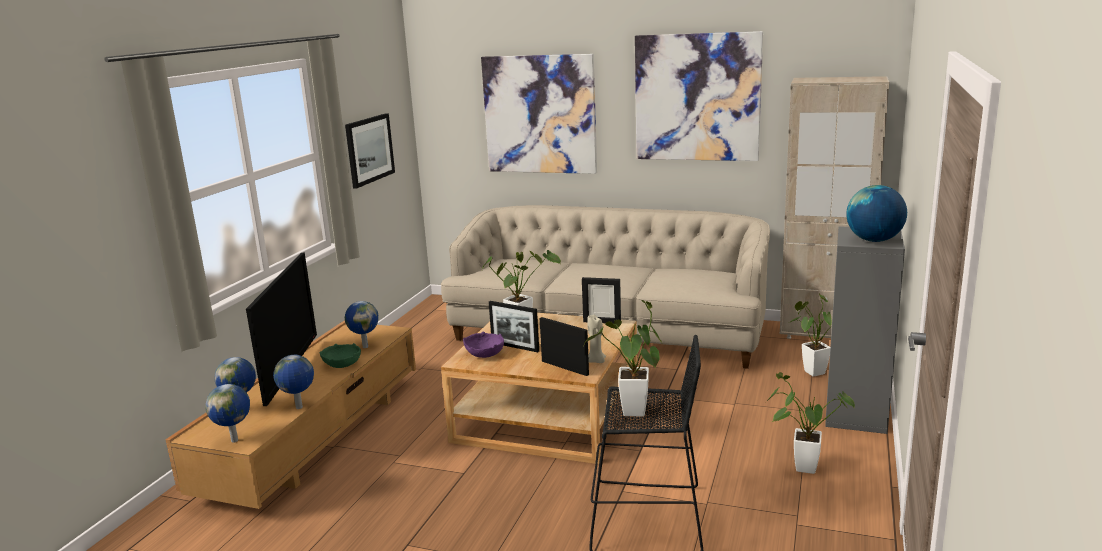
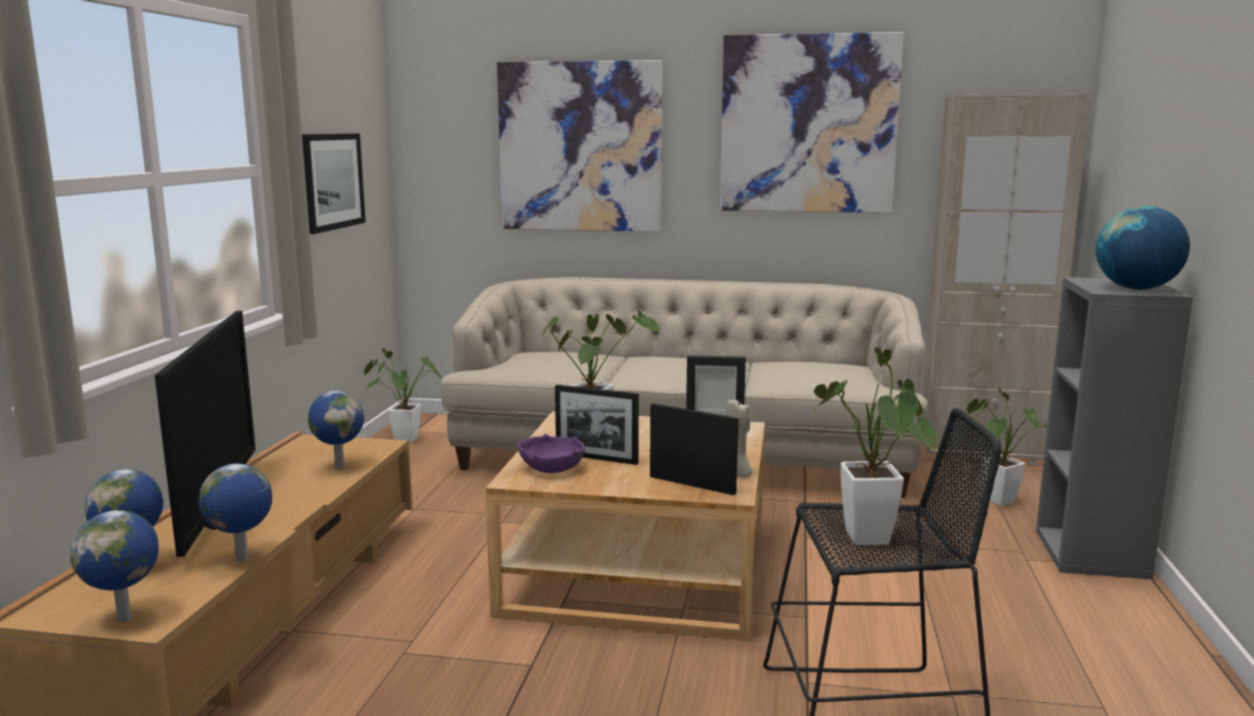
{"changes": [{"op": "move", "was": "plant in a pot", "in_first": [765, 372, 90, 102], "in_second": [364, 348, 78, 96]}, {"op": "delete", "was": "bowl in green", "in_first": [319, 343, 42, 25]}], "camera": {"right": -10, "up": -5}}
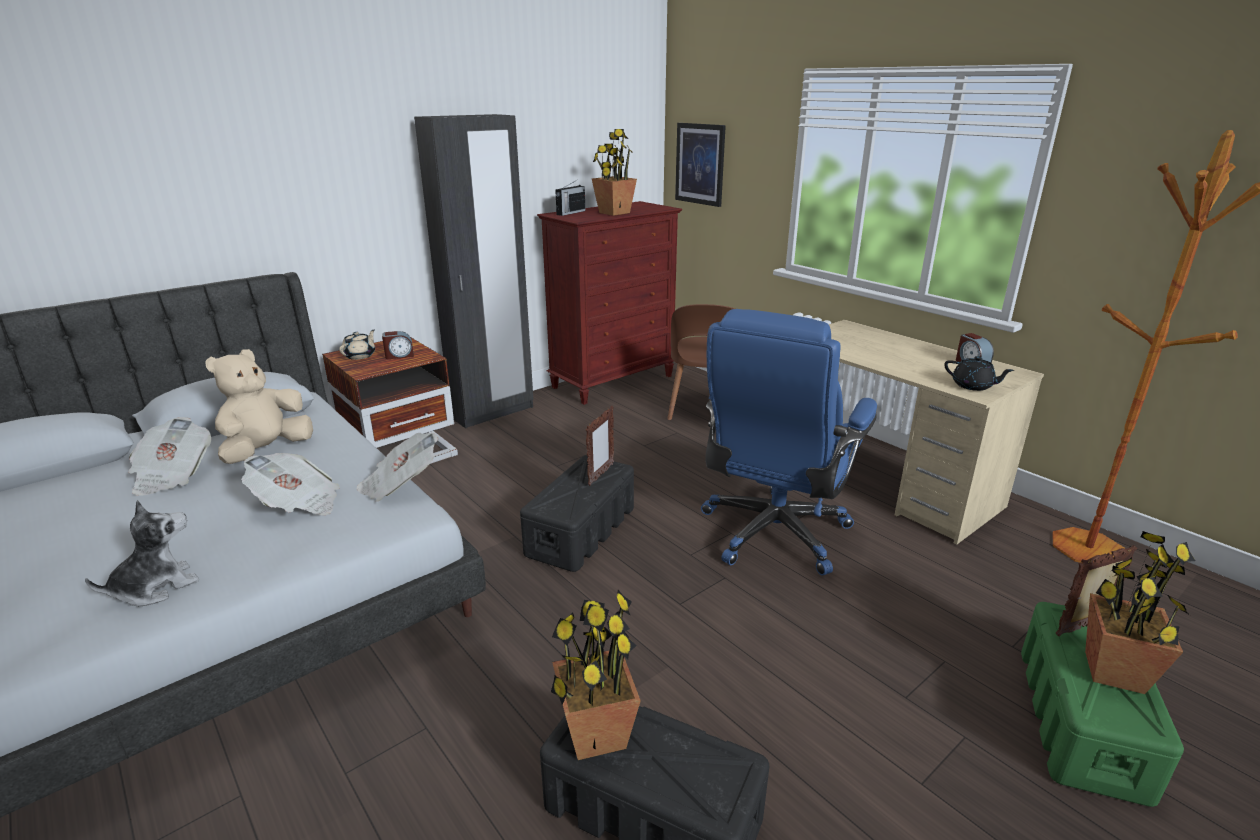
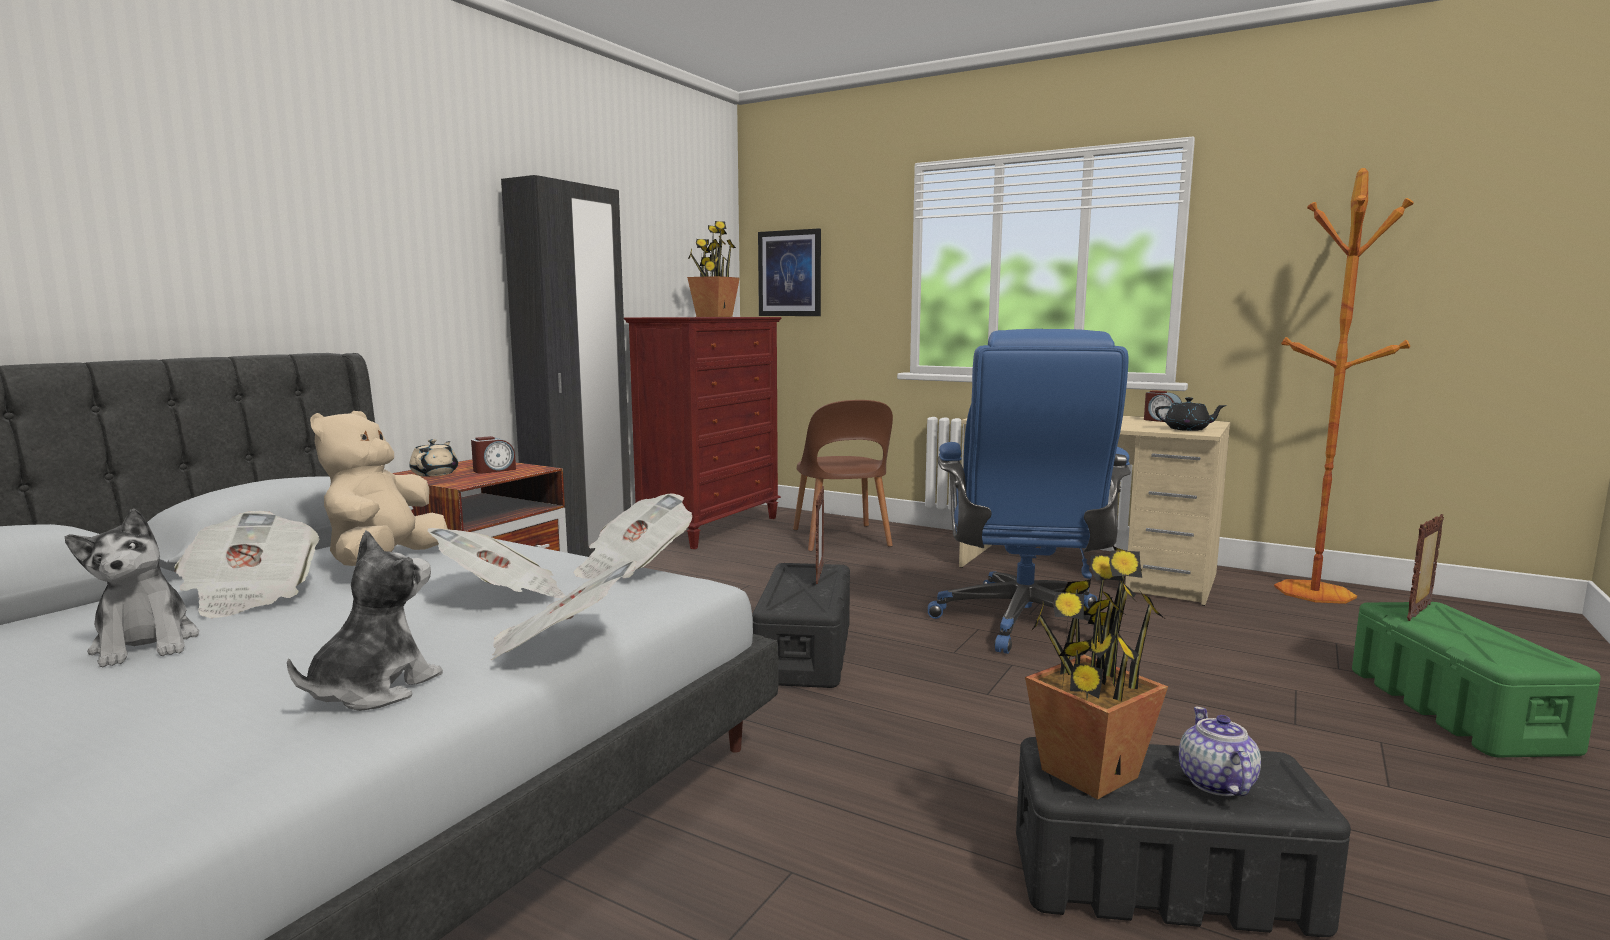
{"changes": [{"op": "insert", "now": "cuddly toy", "in_second": [65, 509, 134, 158]}, {"op": "insert", "now": "daily paper", "in_second": [491, 560, 145, 100]}, {"op": "insert", "now": "tea pot", "in_second": [1179, 707, 82, 89]}, {"op": "delete", "was": "radio", "in_first": [555, 180, 30, 36]}, {"op": "delete", "was": "plant in a pot", "in_first": [1085, 531, 110, 163]}], "camera": {"right": -20, "up": -15}}
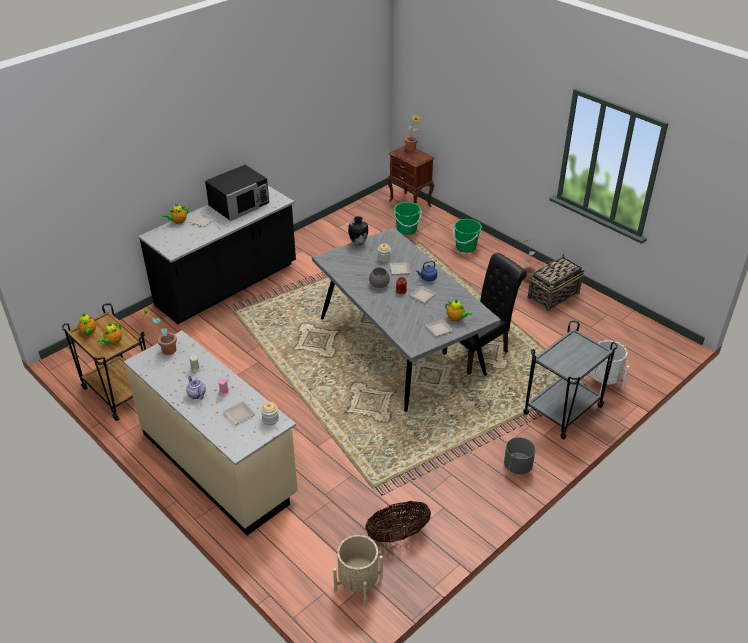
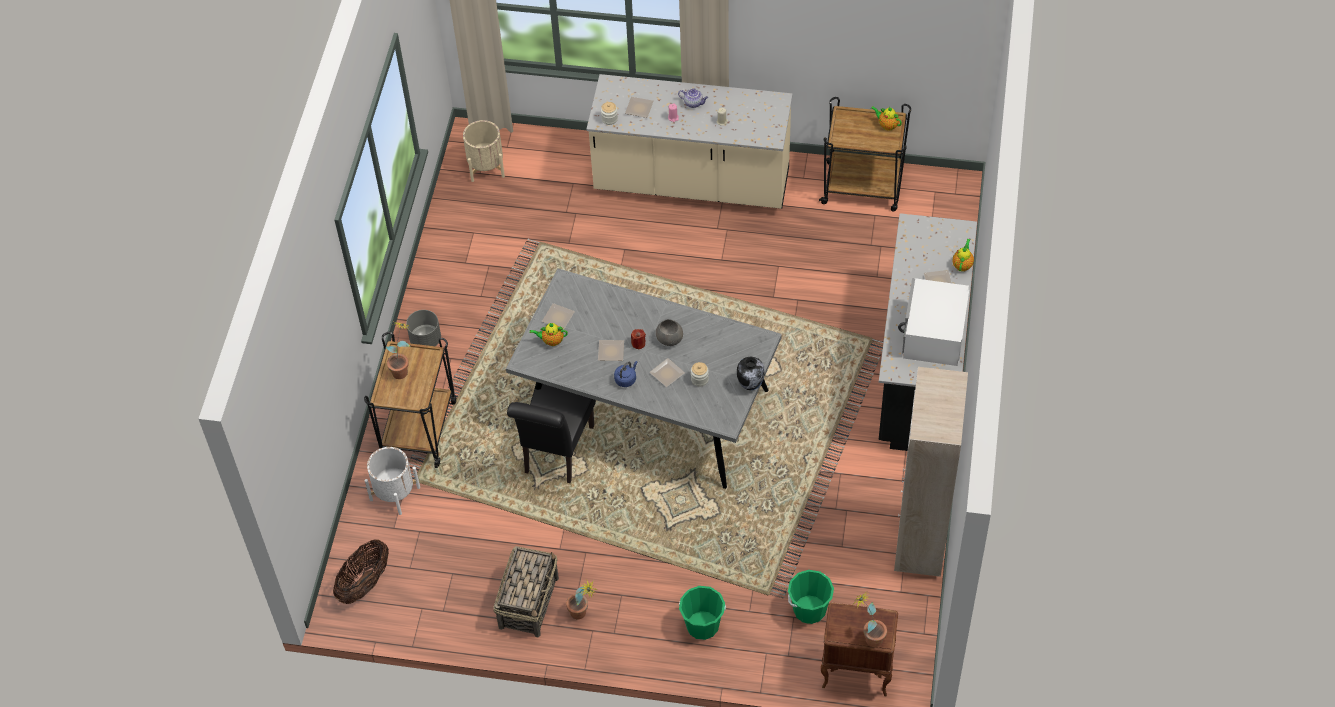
{"changes": [{"op": "move", "was": "household basket", "in_first": [365, 501, 66, 42], "in_second": [333, 539, 56, 65]}, {"op": "recolor", "was": "wheeled cart in gray", "now": "wheeled cart in brown-coloured", "in_first": [523, 320, 95, 120], "in_second": [364, 332, 92, 136]}, {"op": "move", "was": "plant in a pot", "in_first": [140, 306, 37, 49], "in_second": [386, 322, 25, 57]}, {"op": "insert", "now": "cabinet in beige", "in_second": [894, 367, 74, 210]}, {"op": "recolor", "was": "microwave in black-coloured", "now": "microwave in whitish", "in_first": [205, 165, 64, 56], "in_second": [898, 278, 71, 88]}, {"op": "delete", "was": "tea pot", "in_first": [98, 323, 24, 22]}], "camera": {"right": 145, "up": 15}}
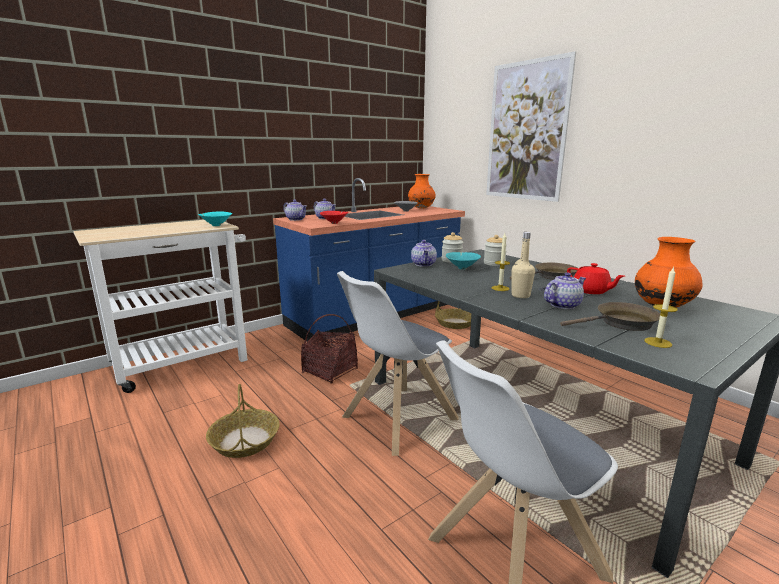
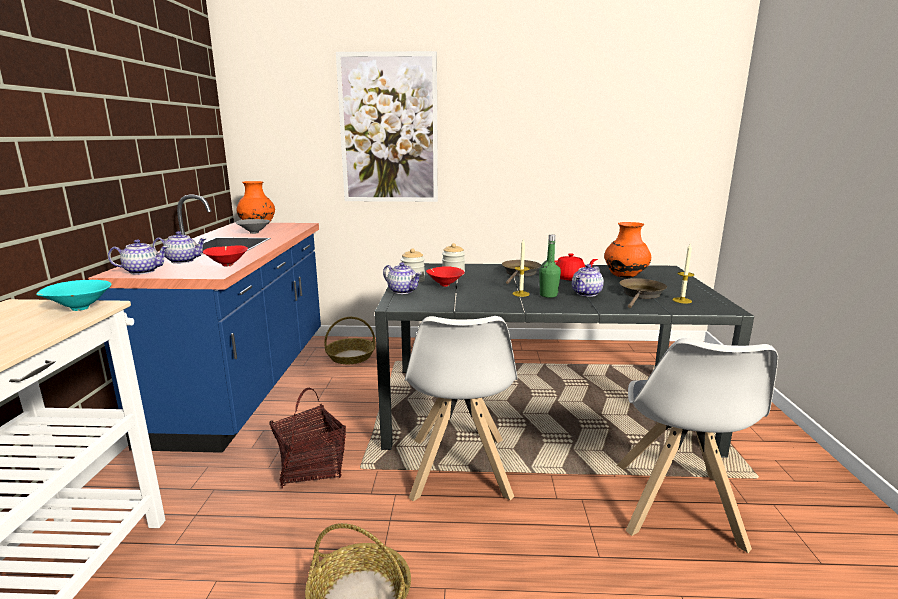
{"changes": [{"op": "recolor", "was": "bowl in turquoise-coloured", "now": "bowl in red", "in_first": [445, 252, 36, 18], "in_second": [426, 266, 39, 21]}, {"op": "recolor", "was": "drink bottle in beige", "now": "drink bottle in green", "in_first": [512, 232, 23, 66], "in_second": [539, 235, 22, 63]}, {"op": "rotate", "was": "tea pot", "in_first": [544, 272, 42, 37], "in_second": [572, 264, 32, 33], "clockwise": -150}], "camera": {"right": -50, "up": 0}}
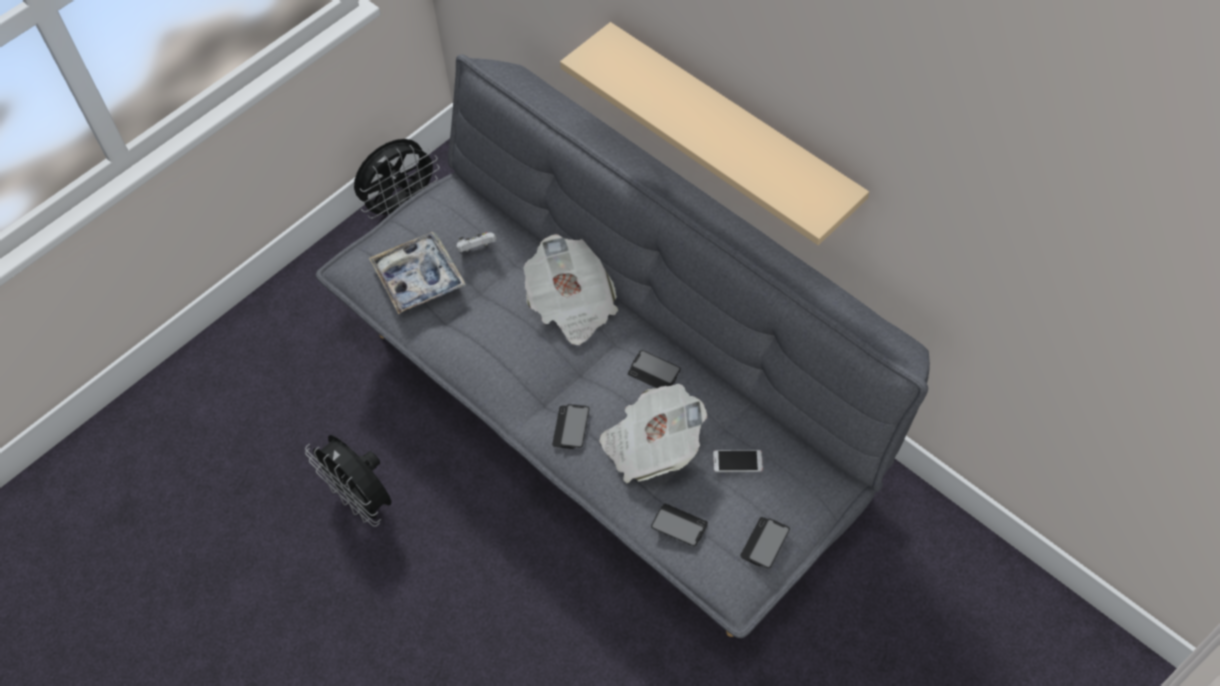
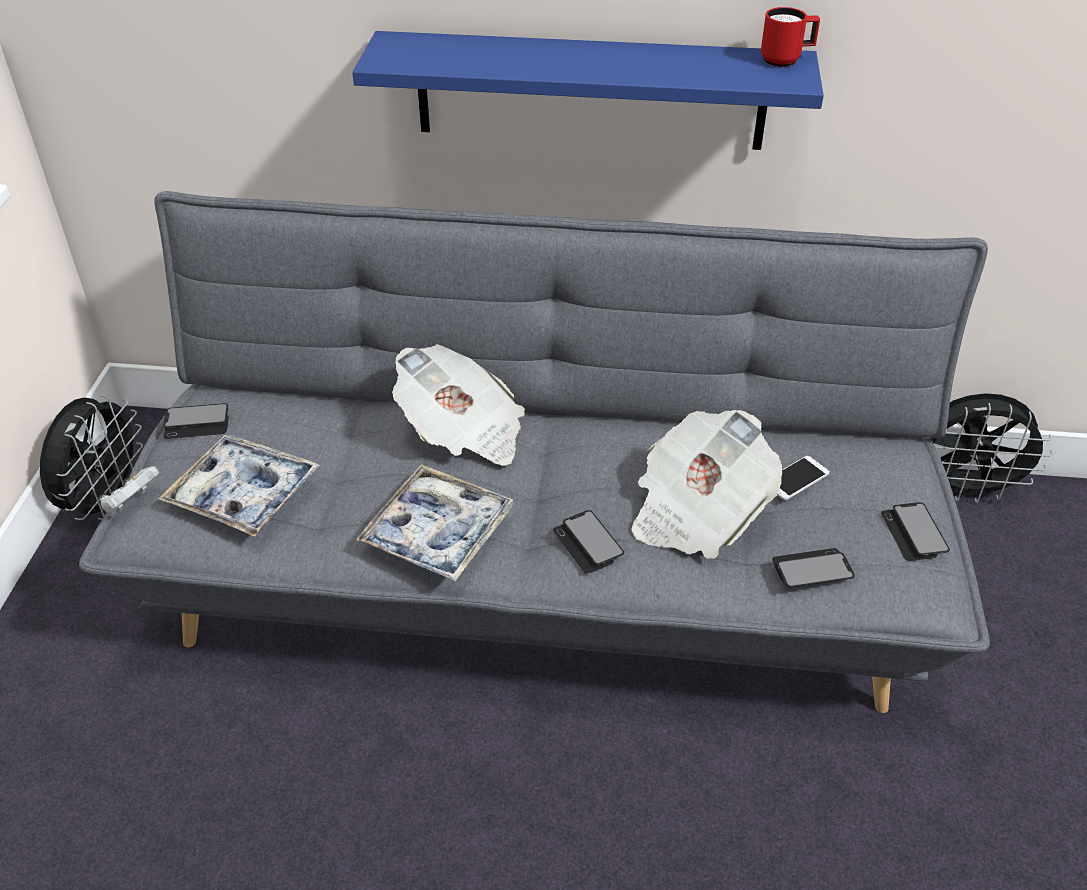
{"changes": [{"op": "move", "was": "game controller in whitish", "in_first": [457, 232, 40, 20], "in_second": [99, 466, 60, 47]}, {"op": "move", "was": "handset", "in_first": [628, 350, 53, 38], "in_second": [163, 403, 66, 36]}, {"op": "recolor", "was": "wall shelf in beige", "now": "wall shelf in blue-coloured", "in_first": [560, 22, 309, 223], "in_second": [352, 31, 472, 119]}, {"op": "insert", "now": "tray", "in_second": [356, 464, 158, 117]}, {"op": "insert", "now": "coffee mug in red", "in_second": [761, 7, 59, 60]}, {"op": "move", "was": "fan in black-coloured", "in_first": [305, 435, 86, 92], "in_second": [932, 393, 120, 110]}], "camera": {"right": -40, "up": -15}}
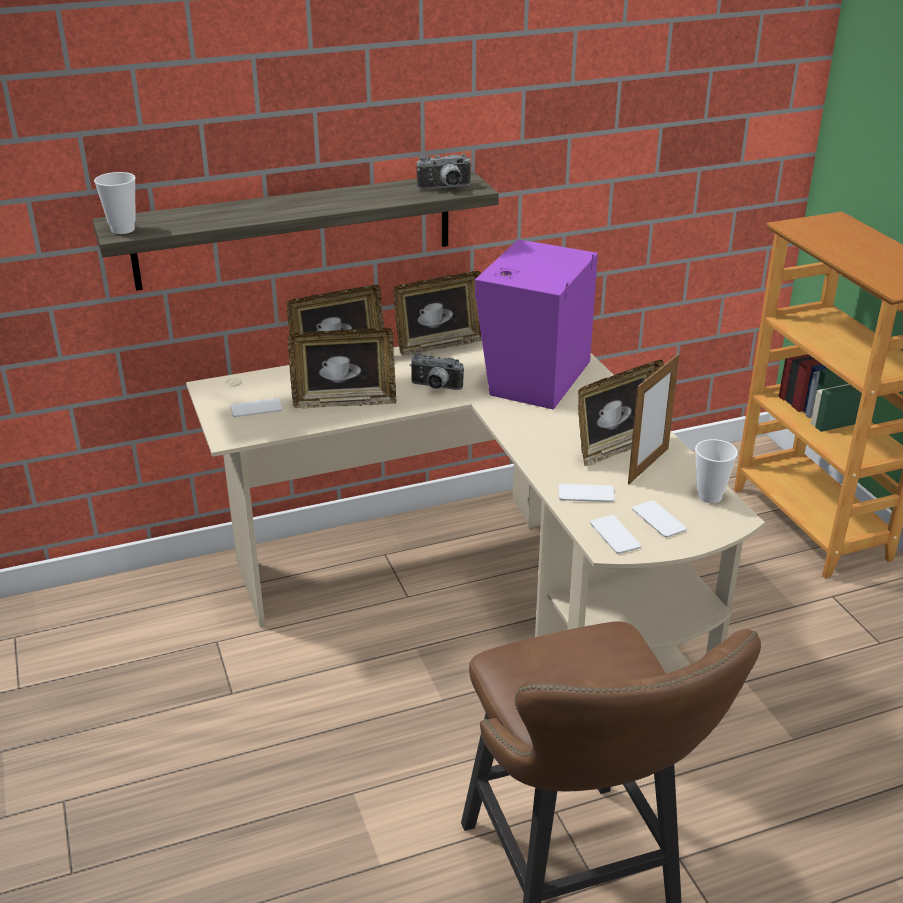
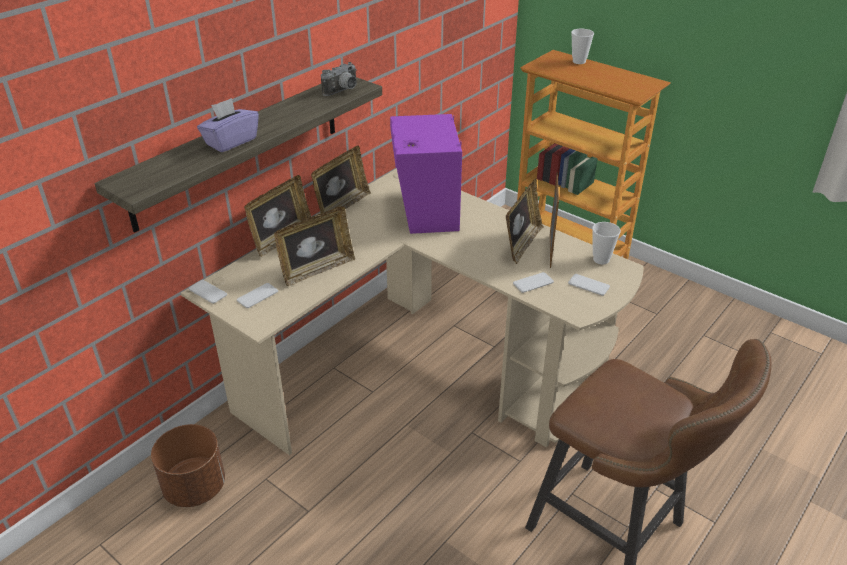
{"changes": [{"op": "insert", "now": "flower pot in brown-coloured", "in_second": [151, 424, 74, 83]}, {"op": "move", "was": "handset", "in_first": [590, 515, 51, 39], "in_second": [189, 280, 38, 24]}, {"op": "insert", "now": "tissue box in purple", "in_second": [197, 98, 62, 54]}, {"op": "move", "was": "drinking cup", "in_first": [94, 172, 42, 62], "in_second": [571, 29, 23, 35]}, {"op": "delete", "was": "photo camera", "in_first": [410, 353, 54, 37]}], "camera": {"right": -30, "up": 5}}
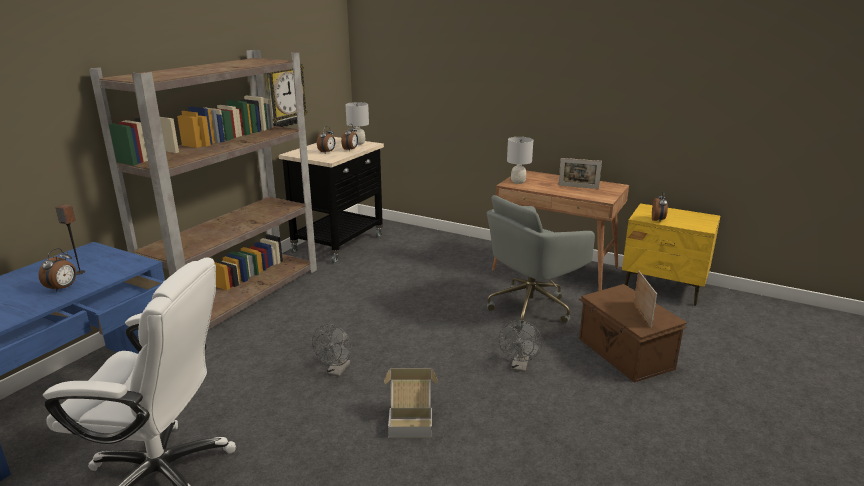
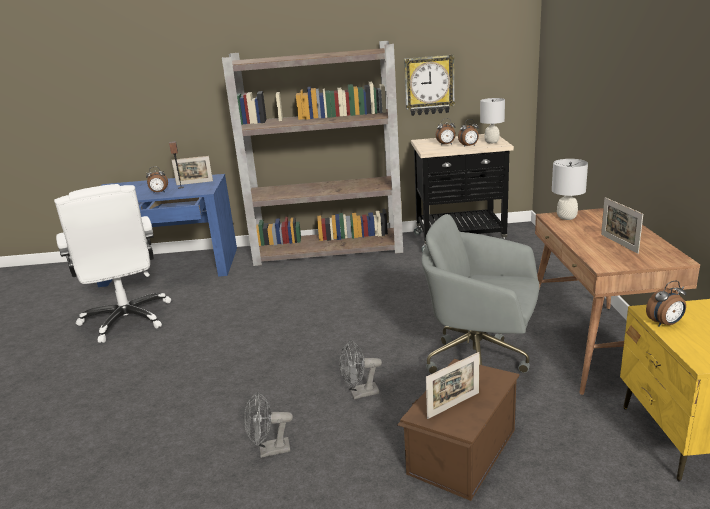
{"changes": [{"op": "insert", "now": "picture frame", "in_second": [172, 156, 41, 29]}, {"op": "move", "was": "fan in gray", "in_first": [312, 324, 40, 53], "in_second": [244, 391, 49, 67]}, {"op": "delete", "was": "carton", "in_first": [384, 368, 54, 70]}], "camera": {"right": 60, "up": 0}}
